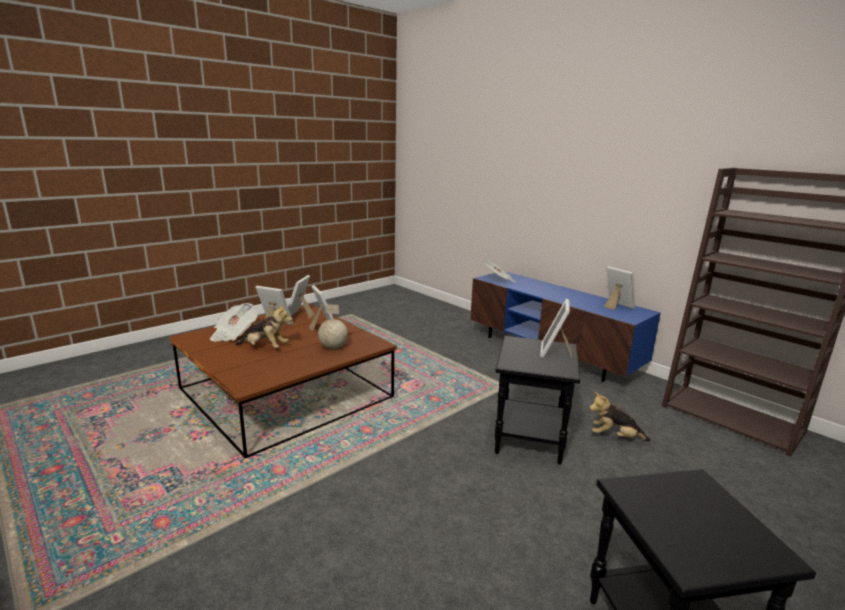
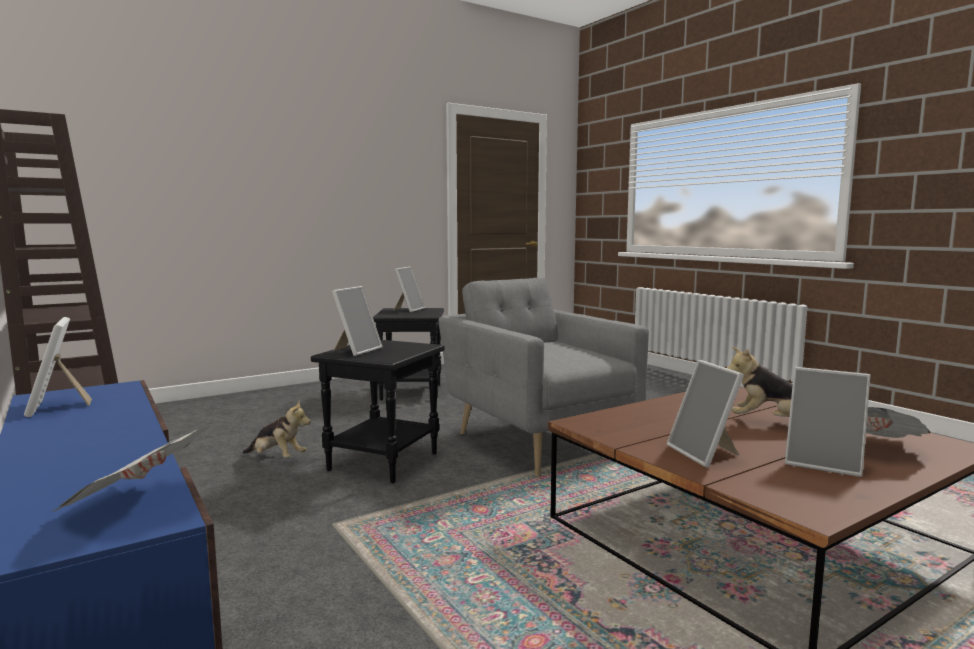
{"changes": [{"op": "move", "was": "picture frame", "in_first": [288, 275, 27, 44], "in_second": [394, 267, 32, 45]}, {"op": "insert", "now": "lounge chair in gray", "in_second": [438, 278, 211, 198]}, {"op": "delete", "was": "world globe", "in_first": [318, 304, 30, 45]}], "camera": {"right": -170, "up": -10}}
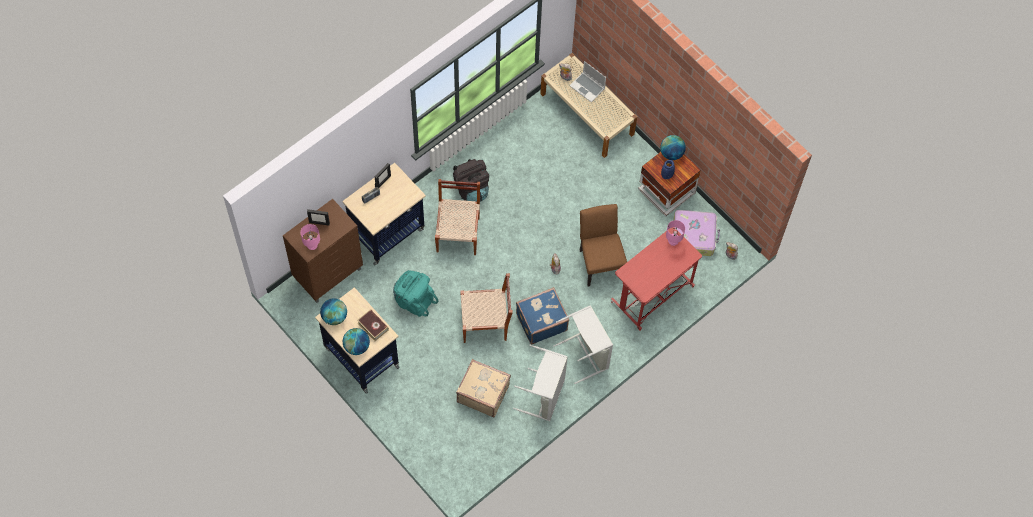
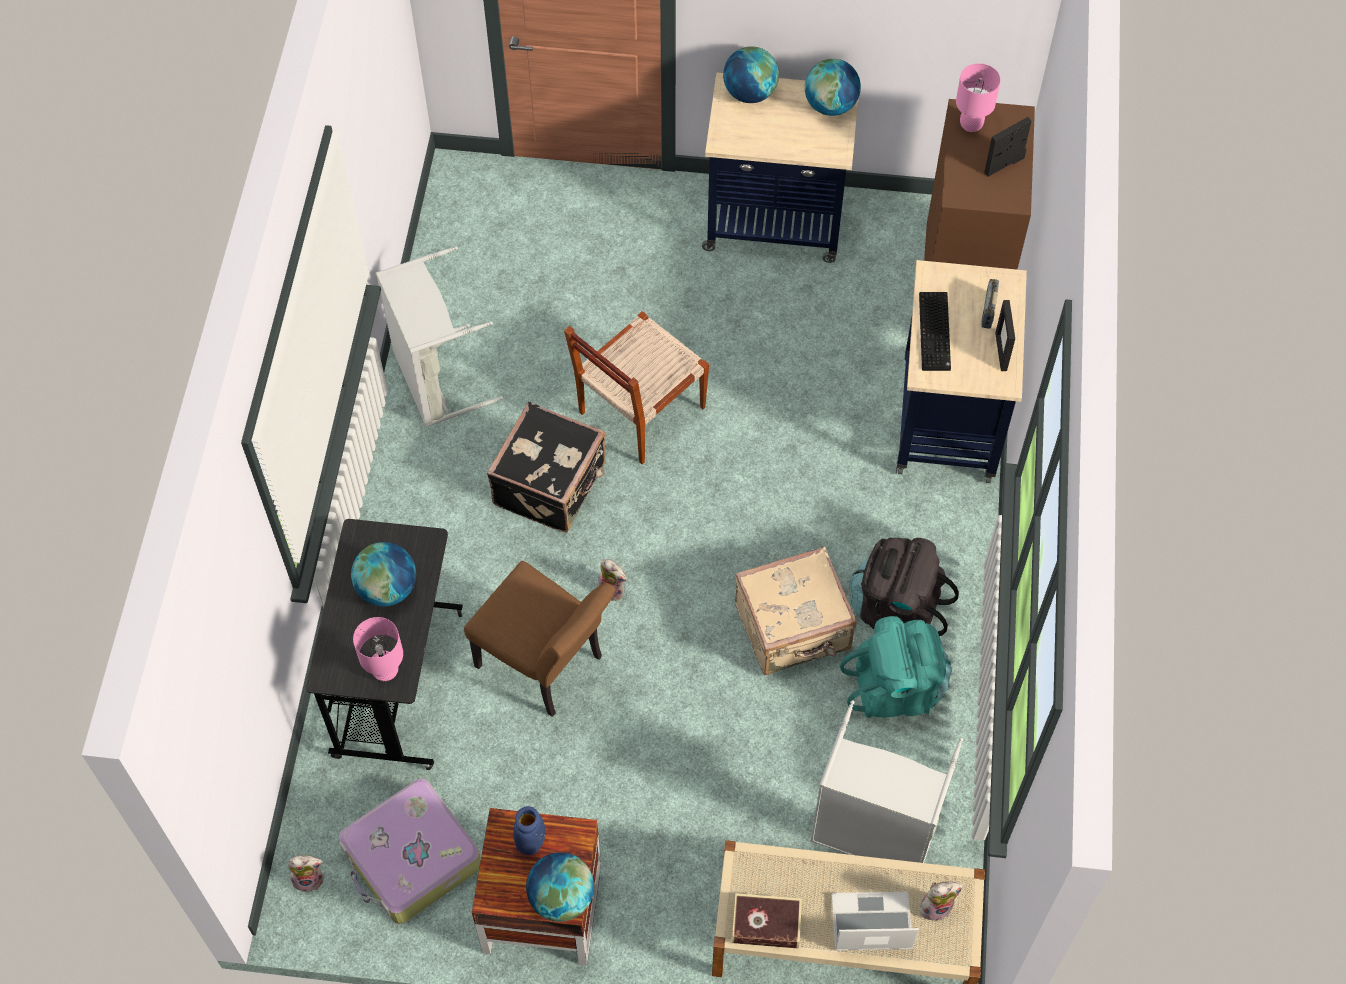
{"changes": [{"op": "recolor", "was": "desk unit in red", "now": "desk unit in black-coloured", "in_first": [611, 227, 91, 104], "in_second": [306, 519, 157, 251]}, {"op": "insert", "now": "world globe", "in_second": [351, 542, 65, 64]}, {"op": "recolor", "was": "suitcase in blue-coloured", "now": "suitcase in black-coloured", "in_first": [516, 287, 53, 58], "in_second": [487, 402, 119, 130]}, {"op": "move", "was": "book", "in_first": [357, 309, 32, 32], "in_second": [732, 893, 70, 55]}, {"op": "move", "was": "suitcase in beige", "in_first": [456, 359, 55, 58], "in_second": [735, 547, 122, 128]}, {"op": "move", "was": "hamper in gray", "in_first": [554, 305, 59, 79], "in_second": [810, 700, 153, 178]}, {"op": "move", "was": "knapsack in turquoise-coloured", "in_first": [393, 270, 45, 47], "in_second": [840, 616, 112, 102]}, {"op": "insert", "now": "computer keyboard", "in_second": [919, 292, 32, 79]}, {"op": "delete", "was": "upright chair", "in_first": [435, 179, 45, 76]}], "camera": {"right": 140, "up": -5}}
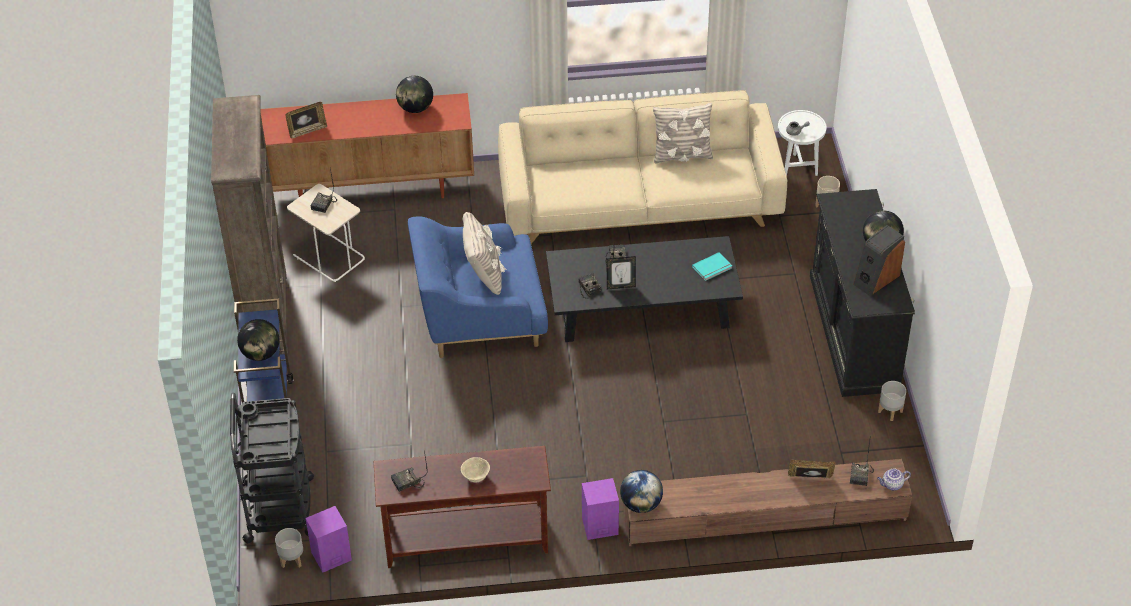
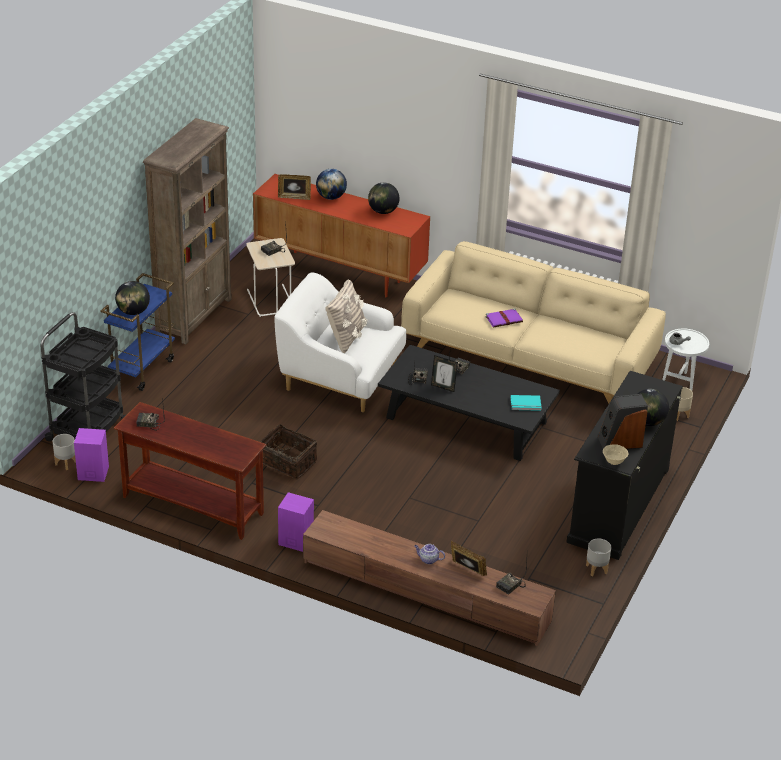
{"changes": [{"op": "insert", "now": "household basket", "in_second": [260, 424, 58, 55]}, {"op": "recolor", "was": "lounge chair in blue-coloured", "now": "lounge chair in whitish", "in_first": [408, 216, 140, 142], "in_second": [274, 273, 132, 139]}, {"op": "move", "was": "world globe", "in_first": [620, 470, 43, 43], "in_second": [316, 169, 31, 31]}, {"op": "move", "was": "tea pot", "in_first": [877, 469, 34, 22], "in_second": [414, 544, 31, 20]}, {"op": "insert", "now": "book in purple", "in_second": [486, 308, 37, 19]}, {"op": "move", "was": "bowl in beige", "in_first": [461, 457, 29, 26], "in_second": [603, 444, 26, 21]}, {"op": "delete", "was": "throw pillow in beige", "in_first": [653, 103, 60, 60]}], "camera": {"right": 30, "up": -10}}
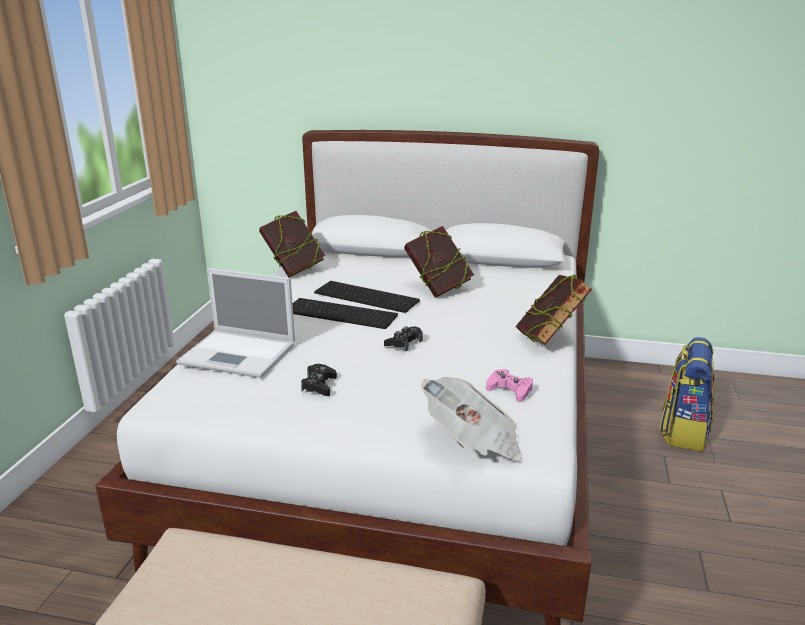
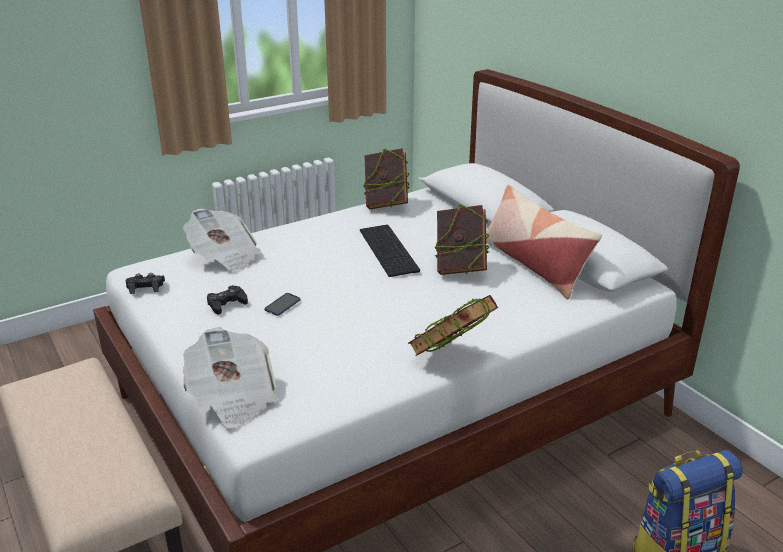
{"changes": [{"op": "move", "was": "game controller in black-coloured", "in_first": [384, 326, 39, 26], "in_second": [126, 273, 39, 21]}, {"op": "replace", "was": "portable computer", "now": "daily paper", "in_first": [176, 268, 119, 110], "in_second": [183, 208, 78, 64]}, {"op": "insert", "now": "handset", "in_second": [265, 293, 35, 23]}, {"op": "insert", "now": "throw pillow", "in_second": [486, 185, 116, 114]}, {"op": "delete", "was": "computer keyboard", "in_first": [293, 298, 105, 31]}, {"op": "delete", "was": "game controller in pink-coloured", "in_first": [486, 369, 47, 33]}], "camera": {"right": 45, "up": 5}}
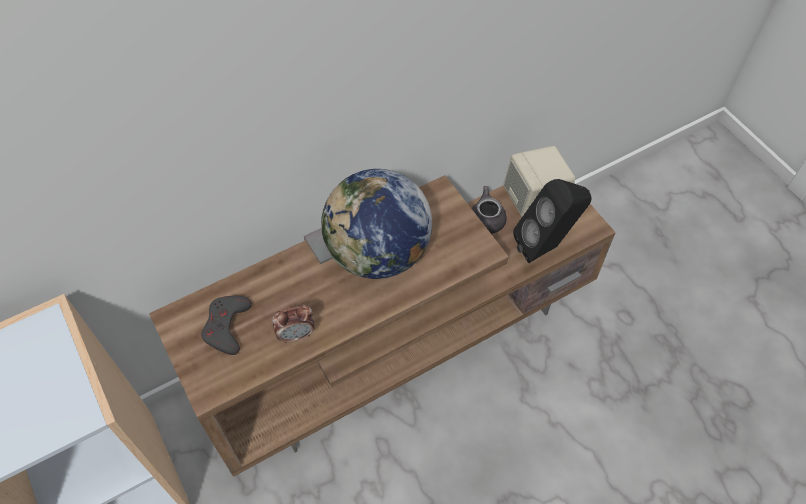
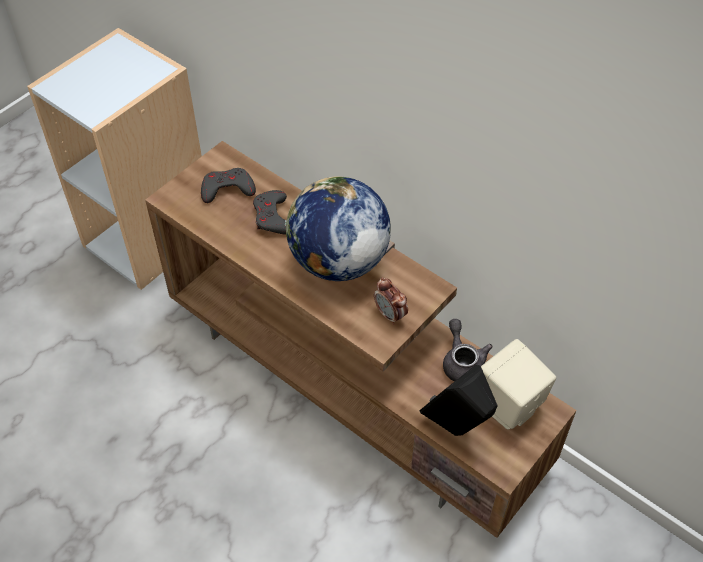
{"changes": [{"op": "insert", "now": "game controller in gray", "in_second": [253, 190, 34, 45]}, {"op": "move", "was": "table clock", "in_first": [272, 305, 43, 38], "in_second": [374, 277, 34, 48]}], "camera": {"right": 70, "up": -5}}
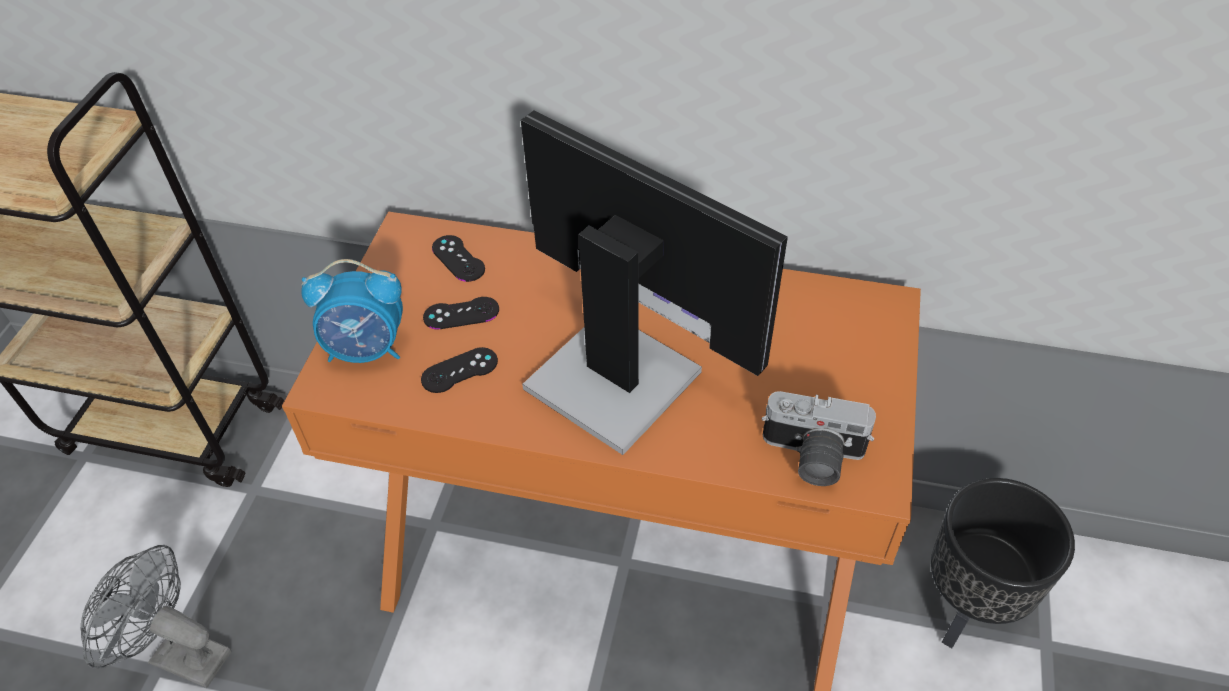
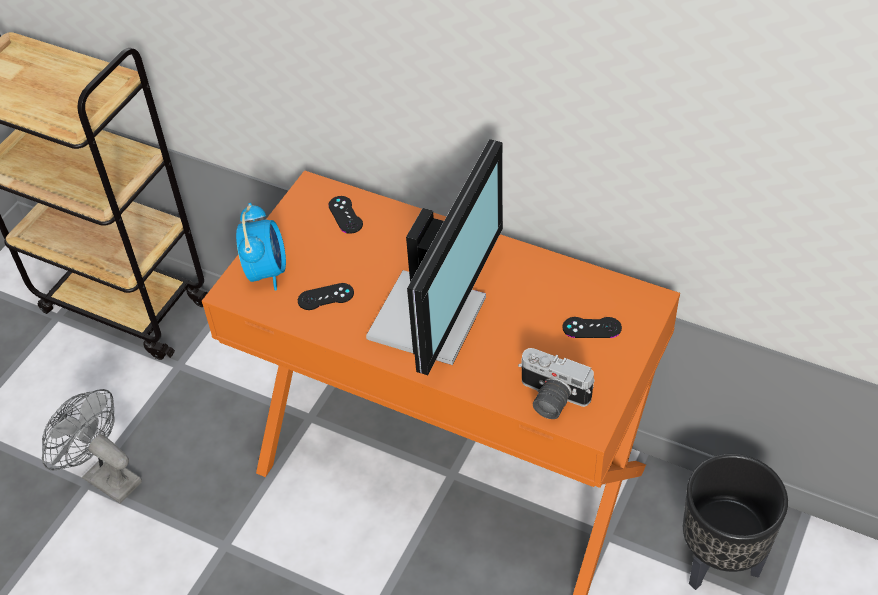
{"changes": [{"op": "rotate", "was": "table clock", "in_first": [301, 259, 102, 104], "in_second": [236, 203, 50, 87], "clockwise": -105}, {"op": "rotate", "was": "monitor", "in_first": [521, 111, 267, 344], "in_second": [366, 139, 137, 236], "clockwise": 60}, {"op": "move", "was": "game controller in black-coloured", "in_first": [423, 297, 76, 33], "in_second": [562, 317, 60, 21]}], "camera": {"right": 15, "up": 0}}
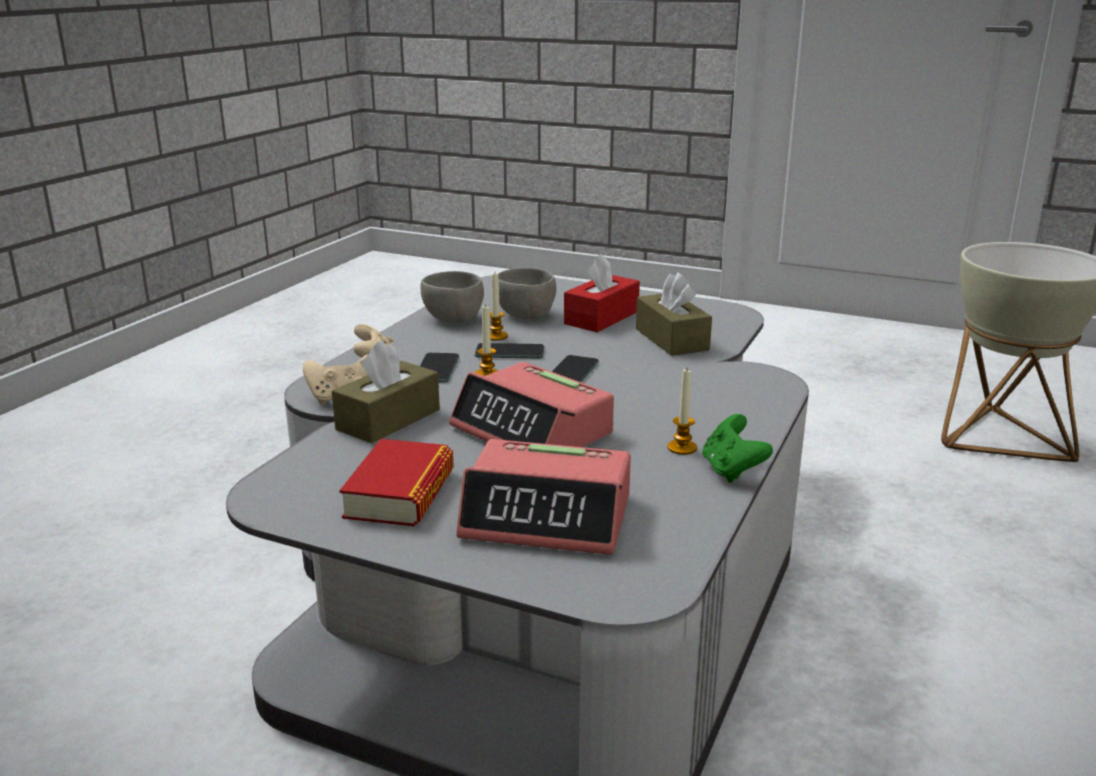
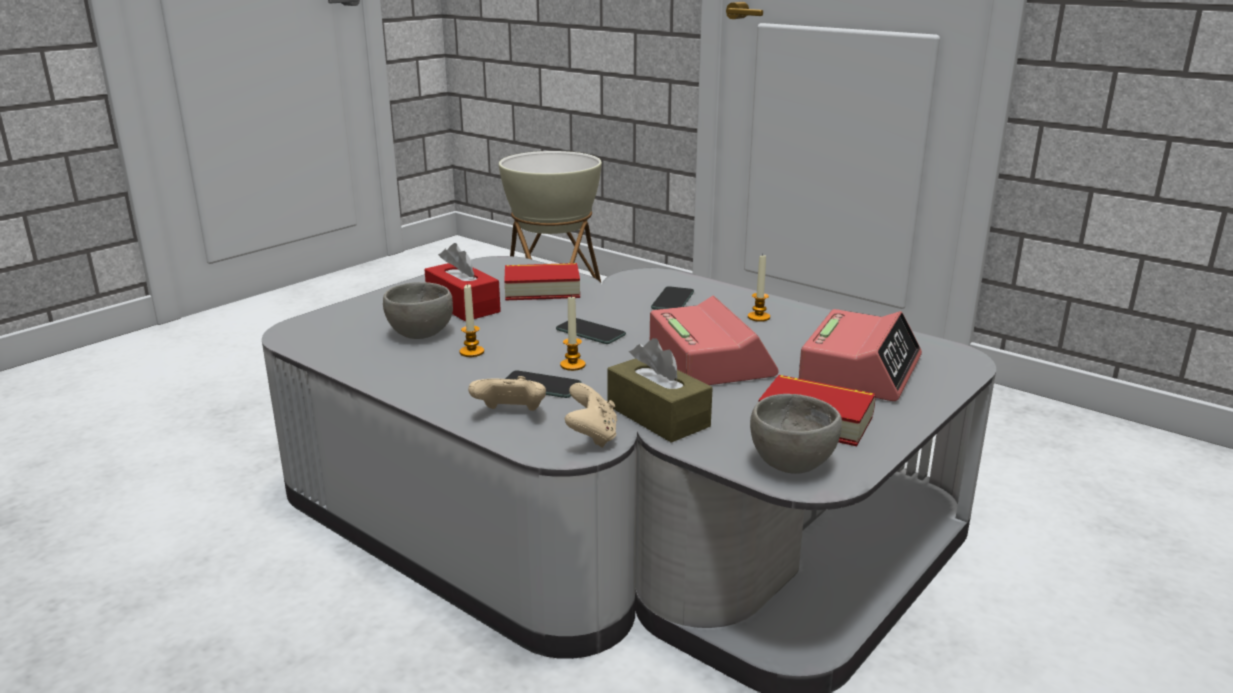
{"changes": [{"op": "replace", "was": "tissue box in brown-coloured", "now": "book", "in_first": [636, 273, 76, 83], "in_second": [504, 263, 76, 37]}, {"op": "rotate", "was": "table clock", "in_first": [449, 362, 165, 85], "in_second": [650, 296, 129, 89], "clockwise": -75}, {"op": "move", "was": "handset", "in_first": [475, 343, 69, 15], "in_second": [651, 286, 43, 24]}, {"op": "move", "was": "bowl in gray", "in_first": [421, 271, 63, 52], "in_second": [750, 394, 92, 80]}, {"op": "delete", "was": "game controller in green", "in_first": [702, 414, 71, 69]}], "camera": {"right": -75, "up": 0}}
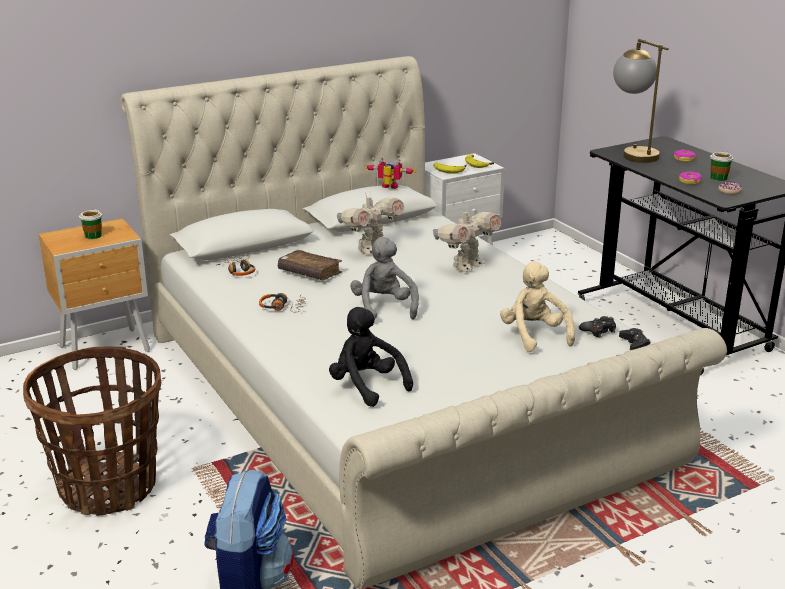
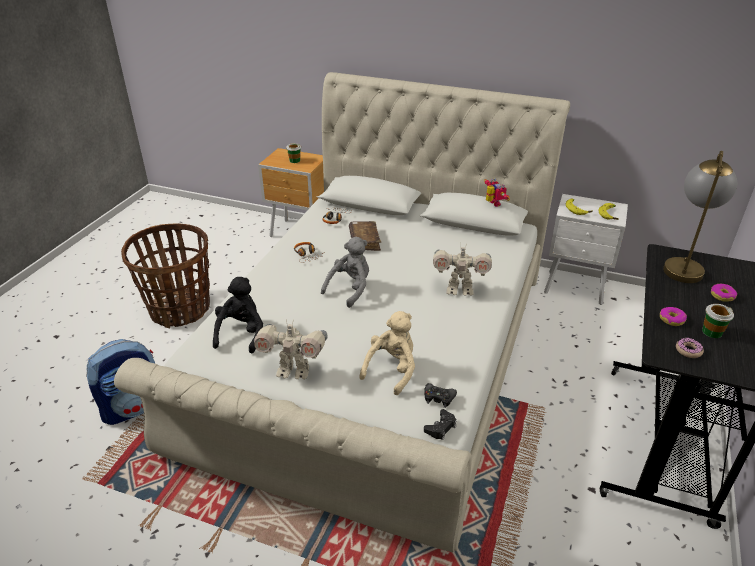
{"changes": [{"op": "move", "was": "model robot", "in_first": [337, 192, 67, 62], "in_second": [254, 319, 74, 60]}], "camera": {"right": 50, "up": 10}}
